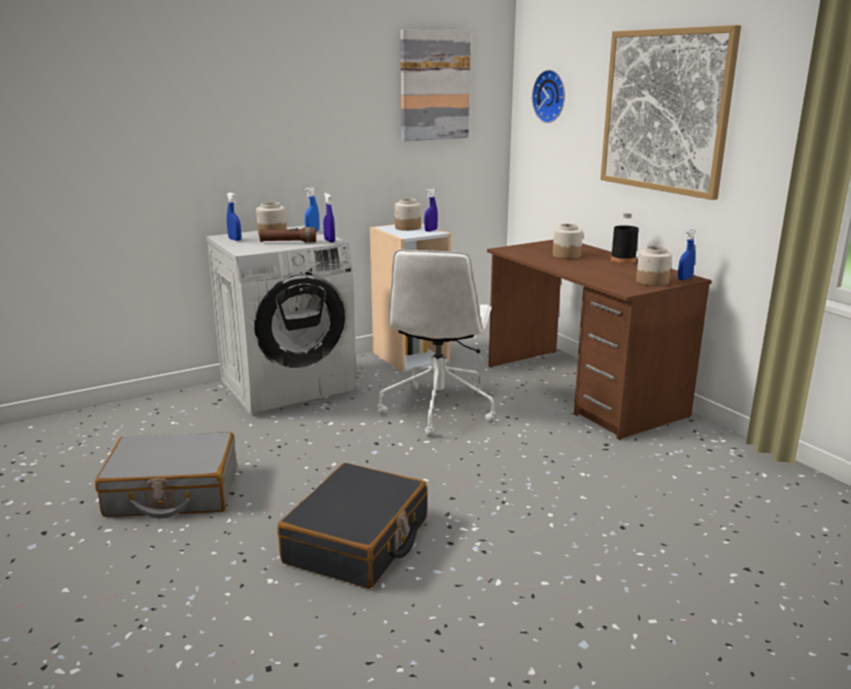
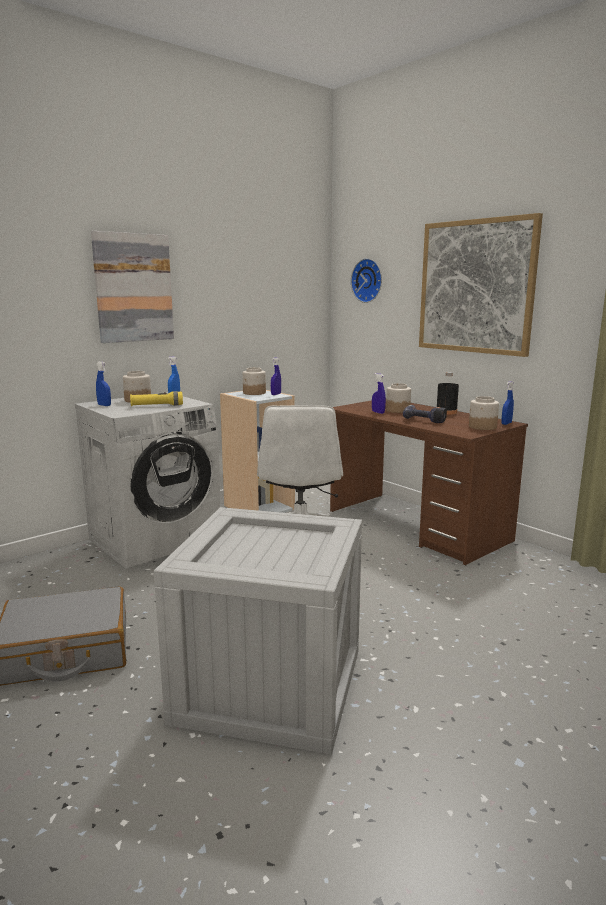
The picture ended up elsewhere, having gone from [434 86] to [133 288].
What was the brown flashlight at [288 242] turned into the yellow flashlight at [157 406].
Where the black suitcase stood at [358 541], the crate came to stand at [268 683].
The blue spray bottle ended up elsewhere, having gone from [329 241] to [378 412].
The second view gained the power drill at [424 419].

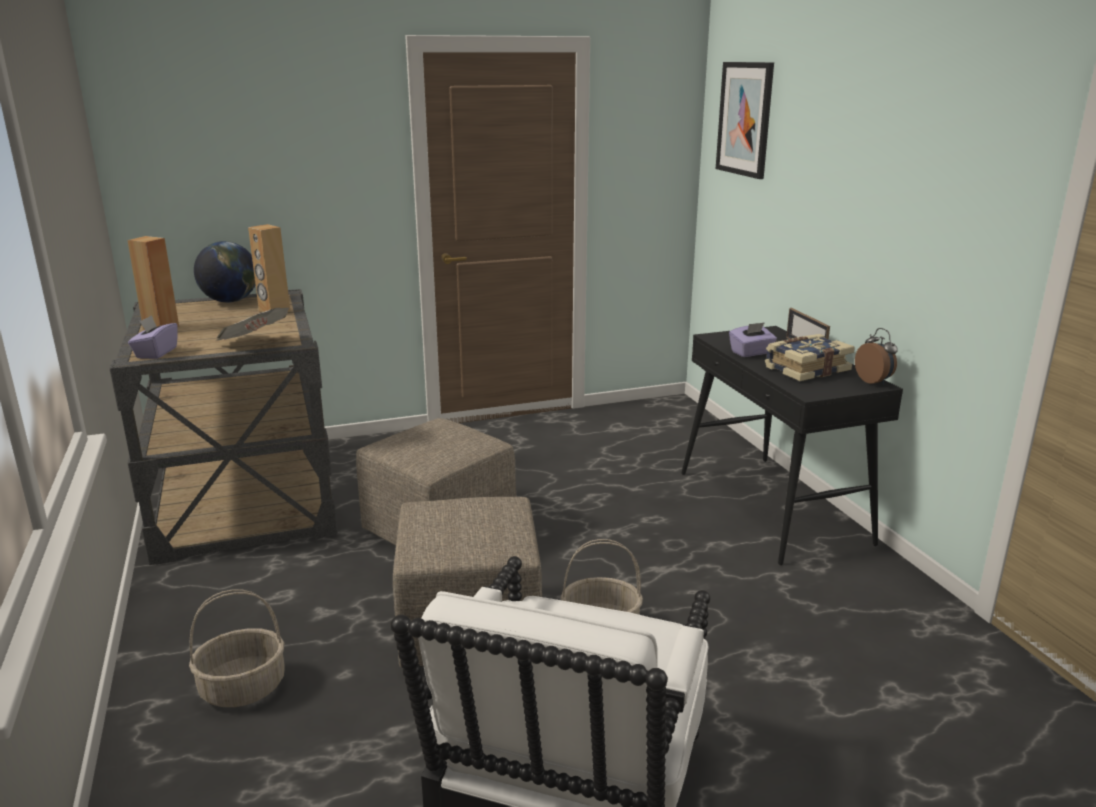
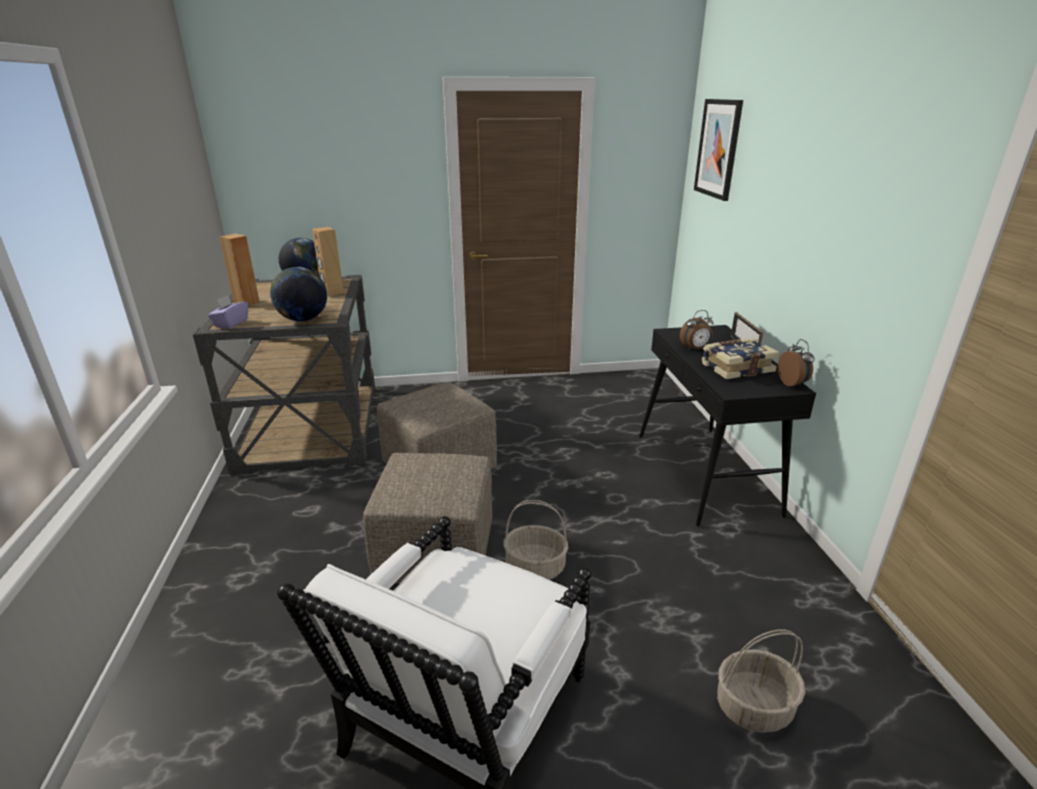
Where the newspaper stood at [255 343], the globe came to stand at [303 320].
Where the purple tissue box stood at [751 353], the alarm clock came to stand at [695 349].
The basket ended up elsewhere, having gone from [244 687] to [754 706].

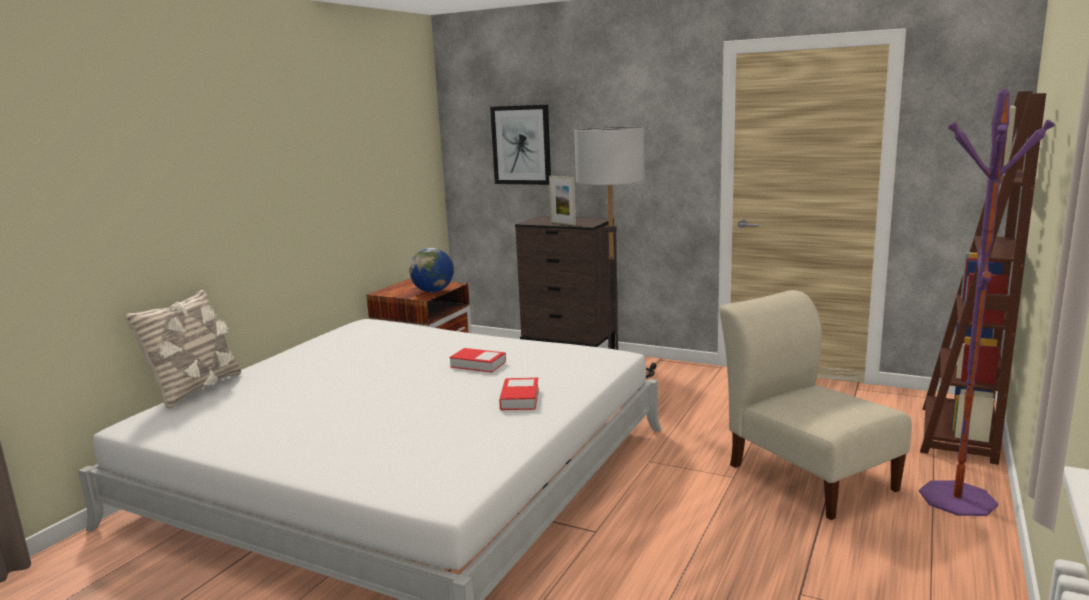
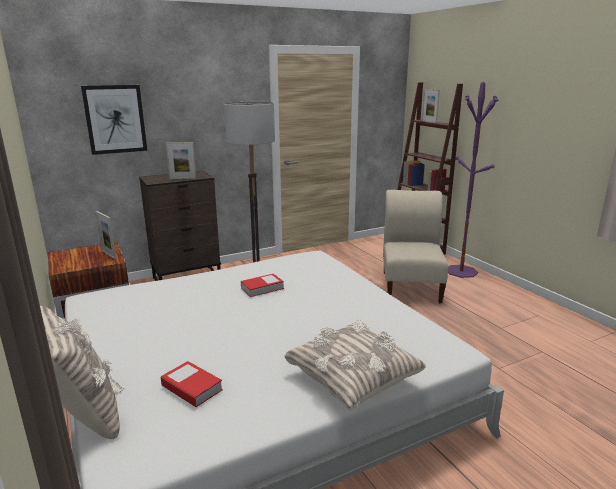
Where the globe stood at [433 291], the picture frame came to stand at [109 255].
The book ended up elsewhere, having gone from [520 399] to [192 388].
The second view gained the beige pillow at [353 379].
The beige chair at [806 474] ended up facing another way, 90 degrees clockwise from before.

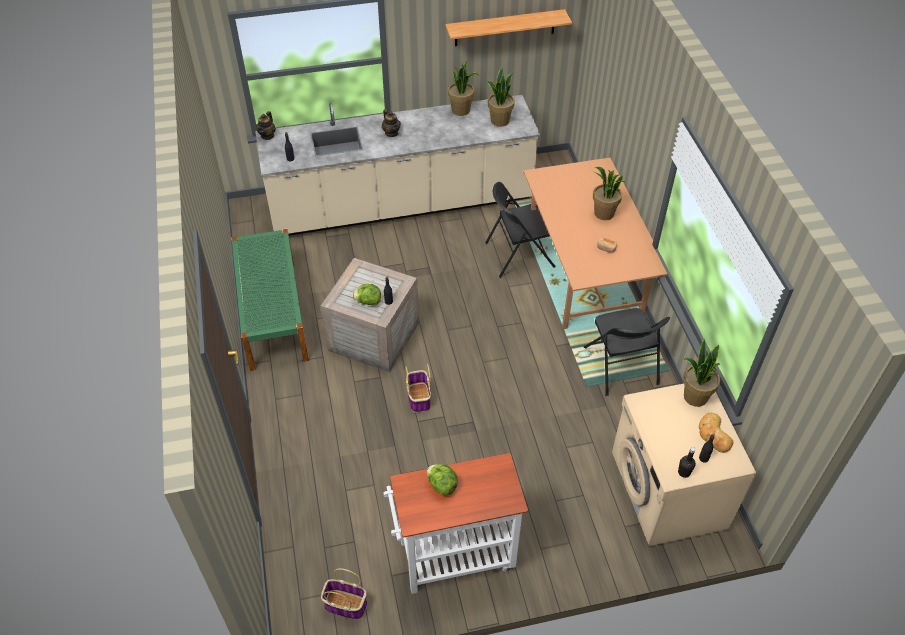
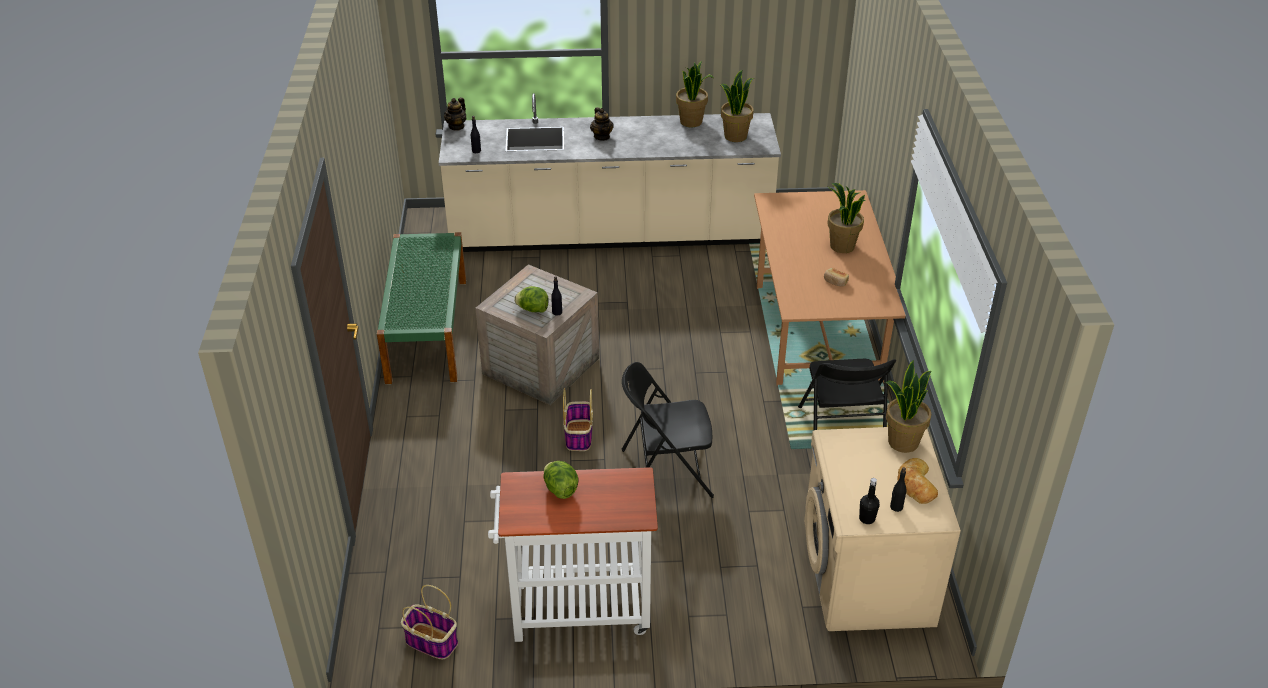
The black chair ended up elsewhere, having gone from [519 254] to [666 472].
The second view lost the shelf at [505 28].

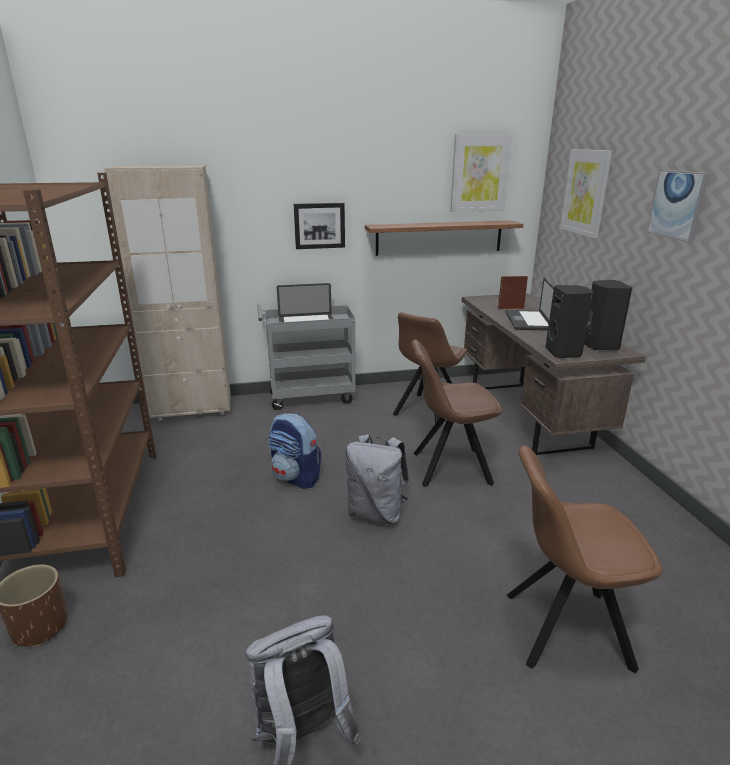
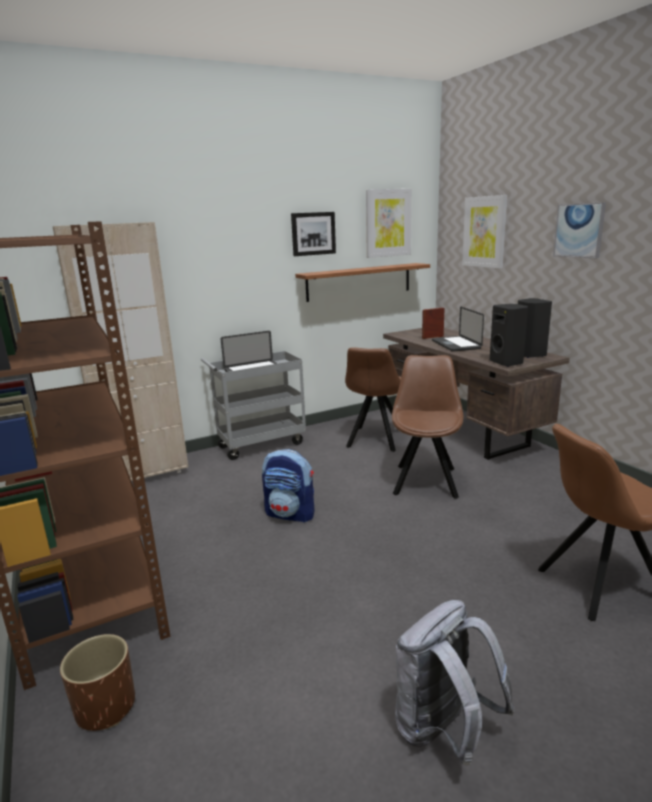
The picture ended up elsewhere, having gone from [319 225] to [313 233].
The brown chair at [450 468] ended up facing another way, 120 degrees clockwise from before.
The second view lost the grey backpack at [376 513].

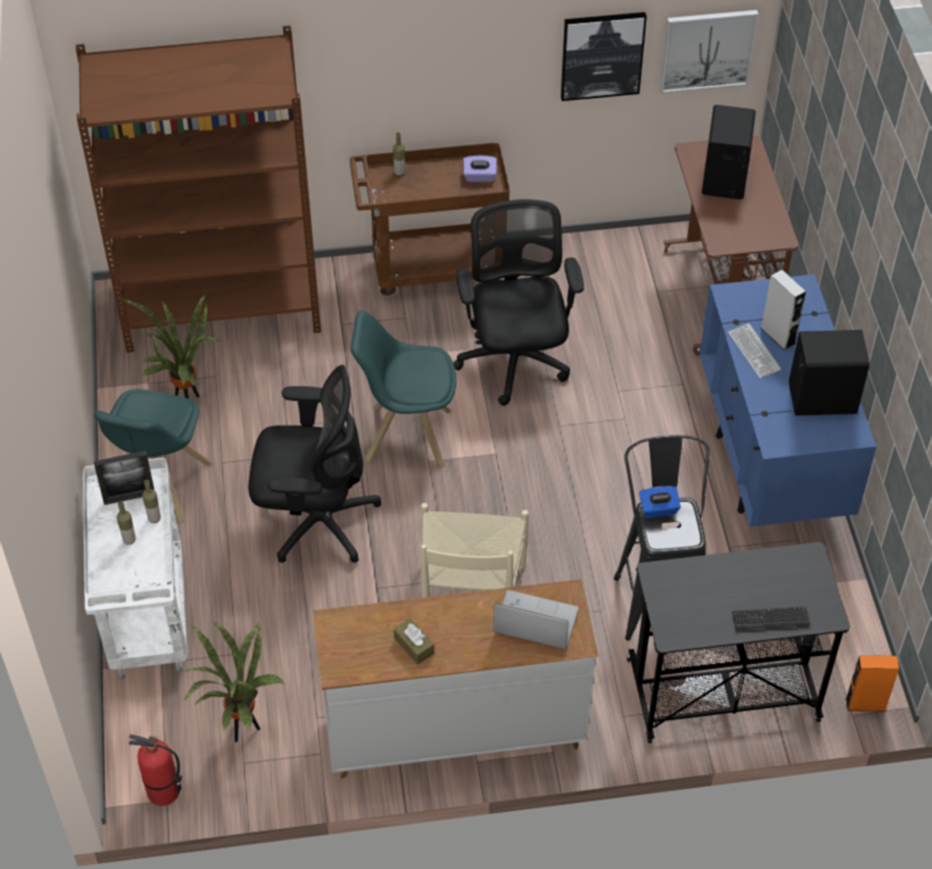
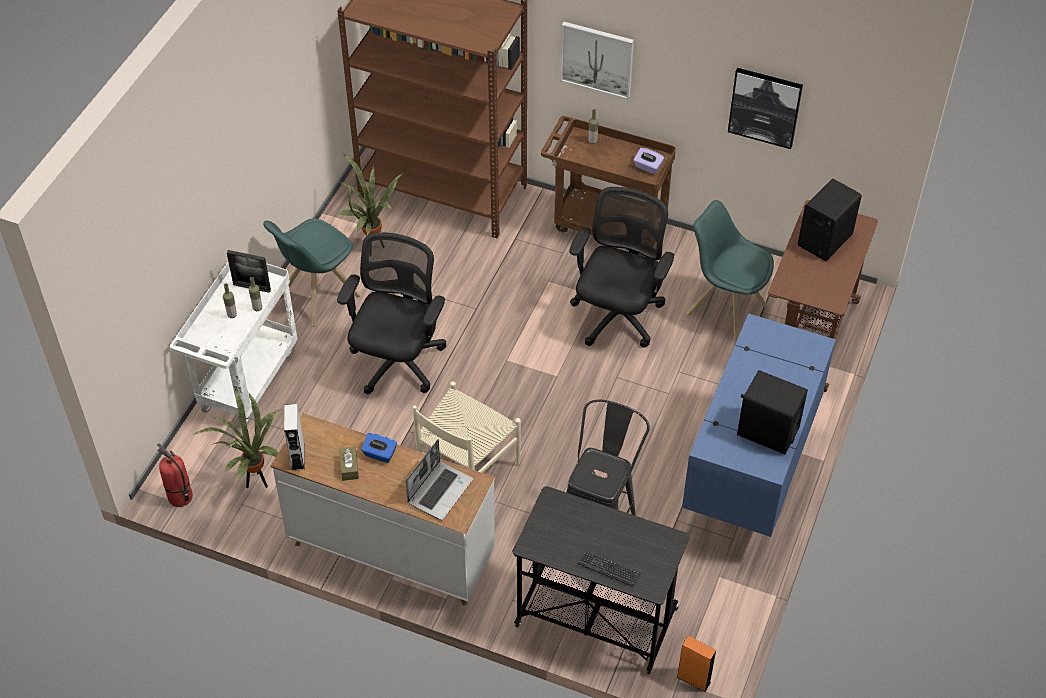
The grey speaker ended up elsewhere, having gone from [778 336] to [297 457].
The black office chair at [312 523] ended up facing another way, 105 degrees counterclockwise from before.
The blue tissue box ended up elsewhere, having gone from [658 510] to [379 454].
The laptop at [534 622] ended up facing another way, 75 degrees clockwise from before.
The picture ended up elsewhere, having gone from [707 50] to [597 59].
The turquoise chair ended up elsewhere, having gone from [407 436] to [725 309].
The second view lost the keyboard at [754 352].

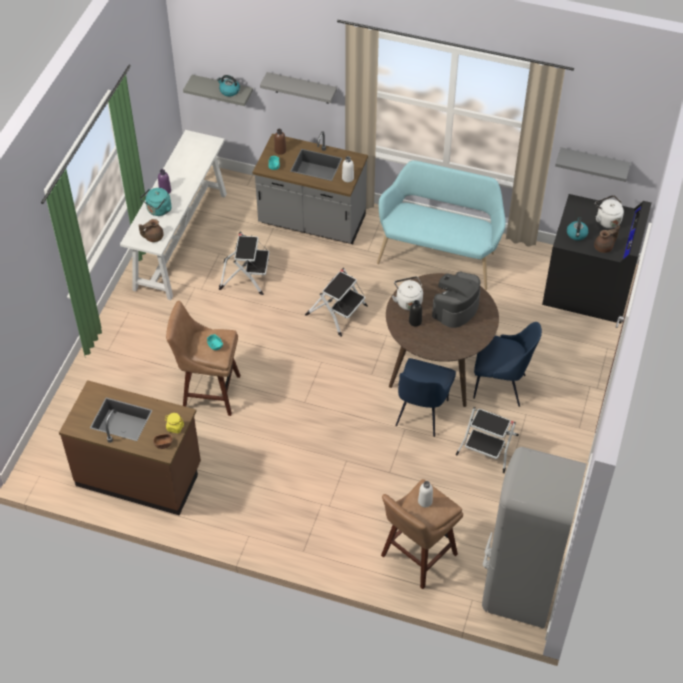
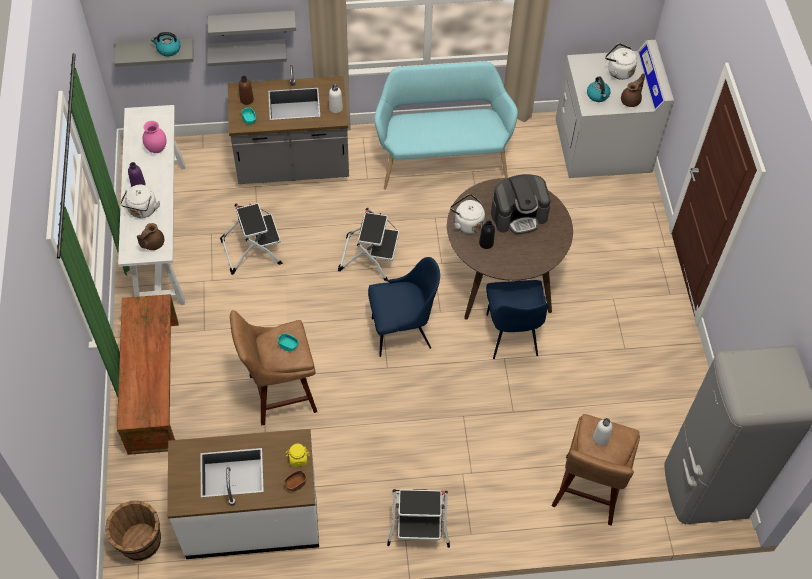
The second view gained the brown bucket at [140 542].
The second view gained the brown bench at [152 385].
What was the turquoise kettle at [158 210] turned into the white kettle at [142 211].
The second view gained the pink vase at [156 149].
What was the brown counter at [139 475] turned into the white counter at [251 518].
The grey shelf ended up elsewhere, having gone from [593 163] to [247 51].
The blue chair ended up elsewhere, having gone from [500 386] to [401 333].
The step ladder ended up elsewhere, having gone from [488 446] to [418 520].
The coffee machine at [455 308] ended up facing another way, 120 degrees counterclockwise from before.
What was the black washing machine at [588 287] turned into the white washing machine at [602 145].

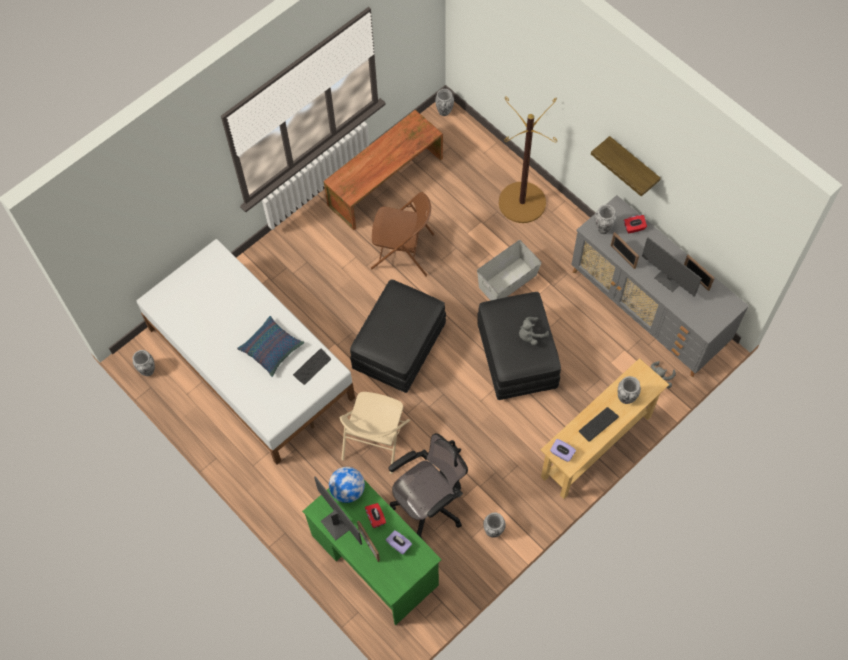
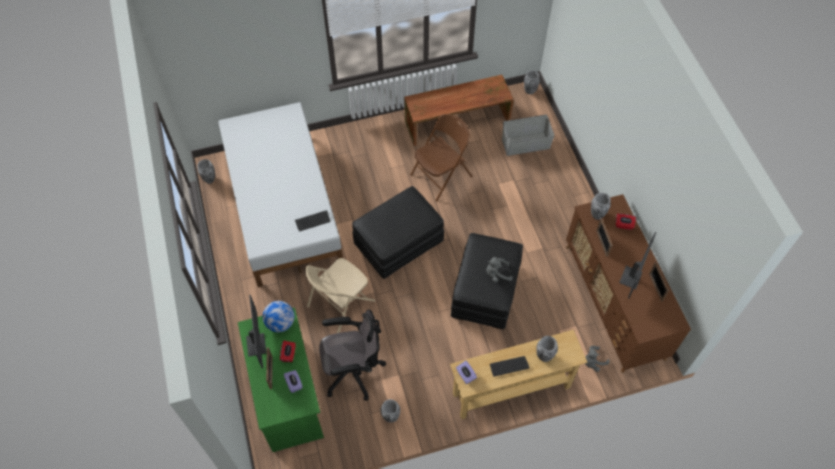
The brown chair at [402 251] ended up facing another way, 75 degrees counterclockwise from before.
The grey storage box ended up elsewhere, having gone from [508 281] to [526 144].
What was the grey dresser at [648 307] turned into the brown dresser at [614 301].
The monitor at [668 279] ended up facing another way, 135 degrees counterclockwise from before.
The second view lost the blue pillow at [271 349].
The second view lost the brown clothes rack at [522 202].
The second view lost the shelf at [633 164].

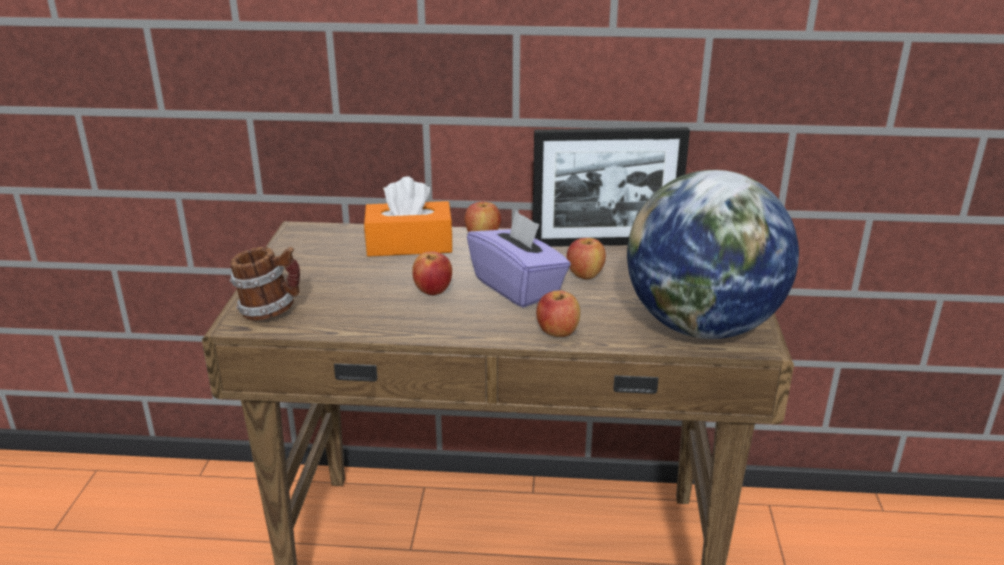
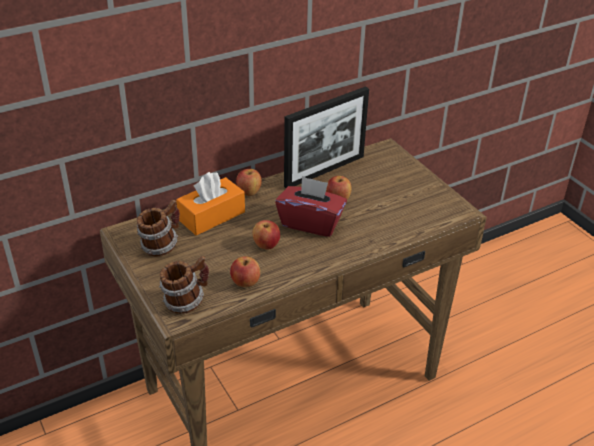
The second view gained the mug at [161 245].
The apple ended up elsewhere, having gone from [557 332] to [245 283].
What was the purple tissue box at [518 287] turned into the red tissue box at [311 223].
The second view lost the globe at [701 327].

